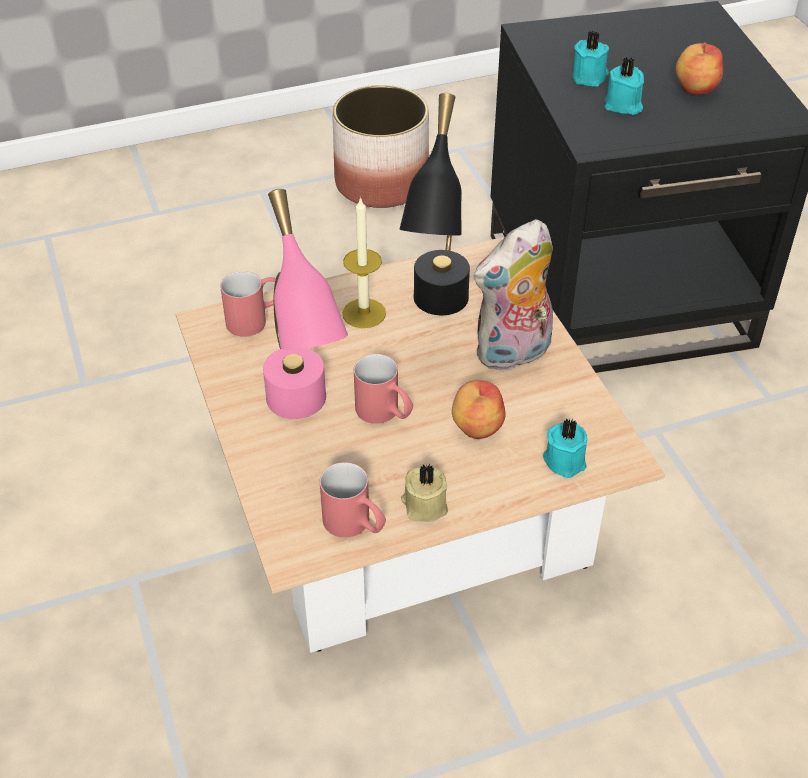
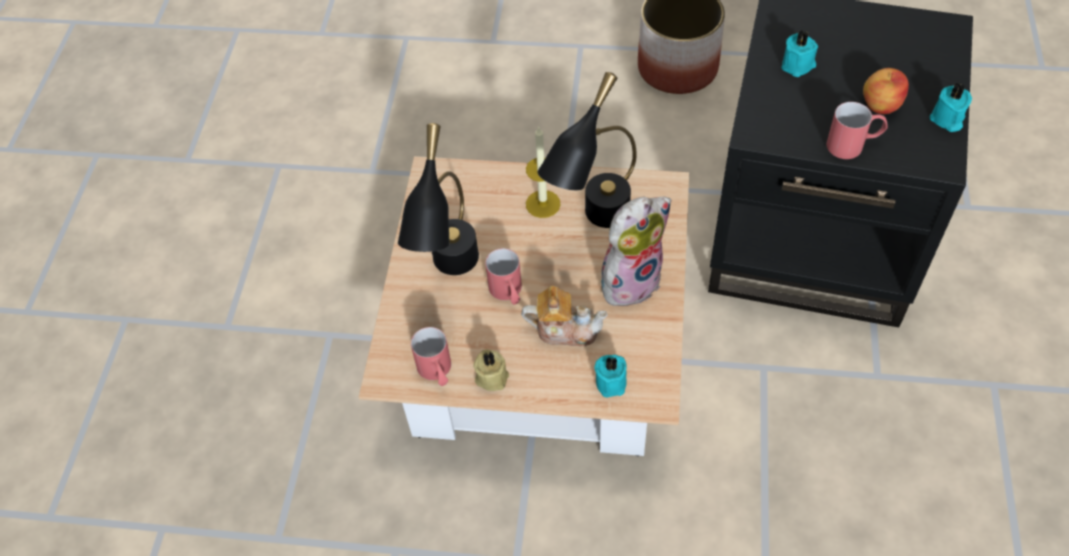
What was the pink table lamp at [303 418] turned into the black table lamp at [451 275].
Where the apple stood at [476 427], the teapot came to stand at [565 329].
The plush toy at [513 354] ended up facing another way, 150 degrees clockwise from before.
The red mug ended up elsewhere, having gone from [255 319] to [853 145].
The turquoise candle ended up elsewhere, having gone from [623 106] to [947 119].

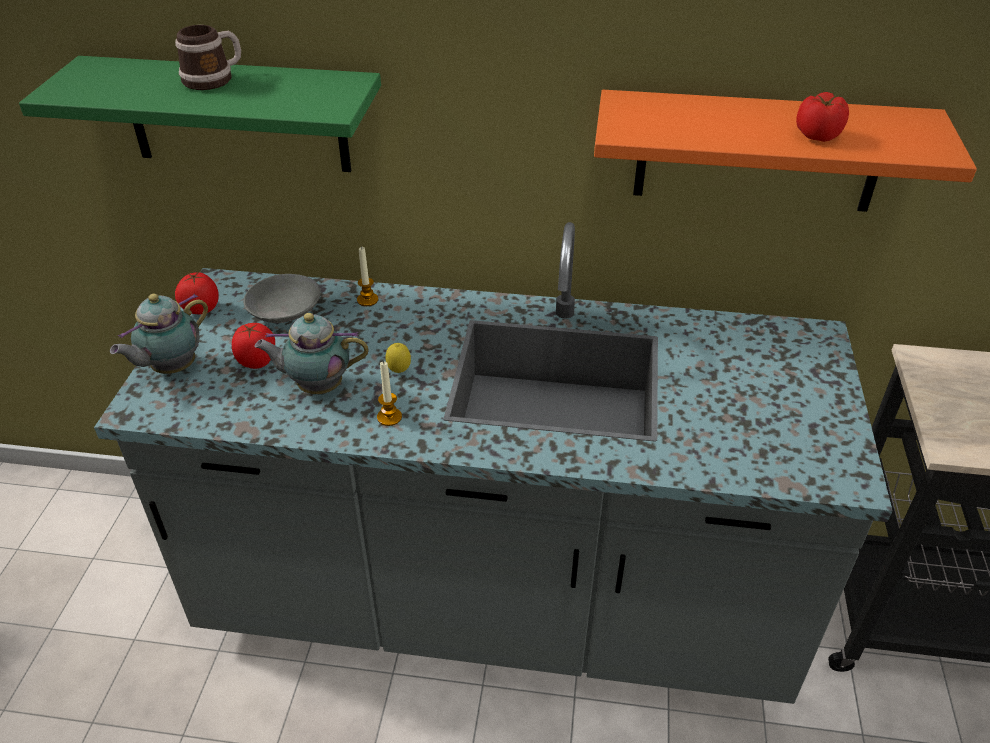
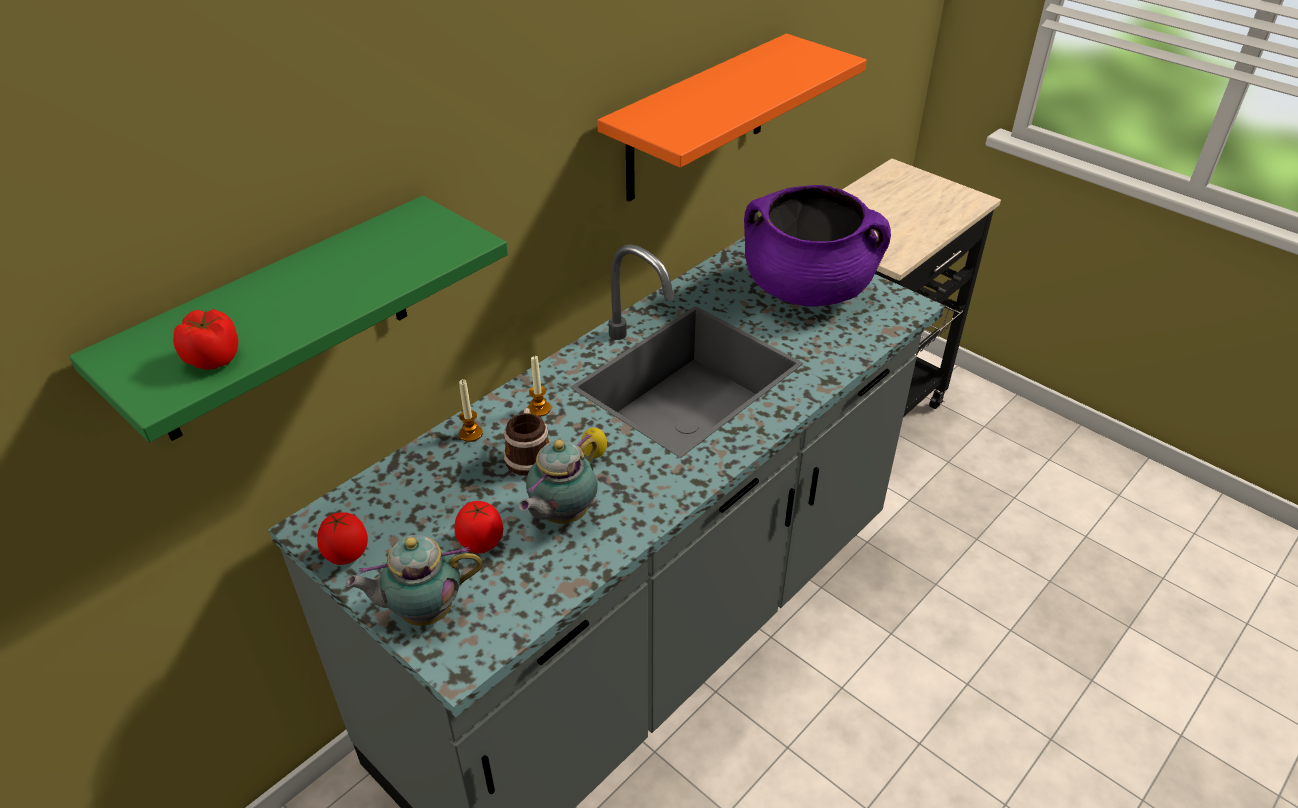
The tomato ended up elsewhere, having gone from [818 135] to [215 358].
The teapot at [171 368] ended up facing another way, 90 degrees clockwise from before.
The mug ended up elsewhere, having gone from [214 79] to [529 455].
The candle ended up elsewhere, having gone from [389 417] to [539 409].
The second view gained the purple cooking pot at [808 290].
The second view lost the grey bowl at [283 311].

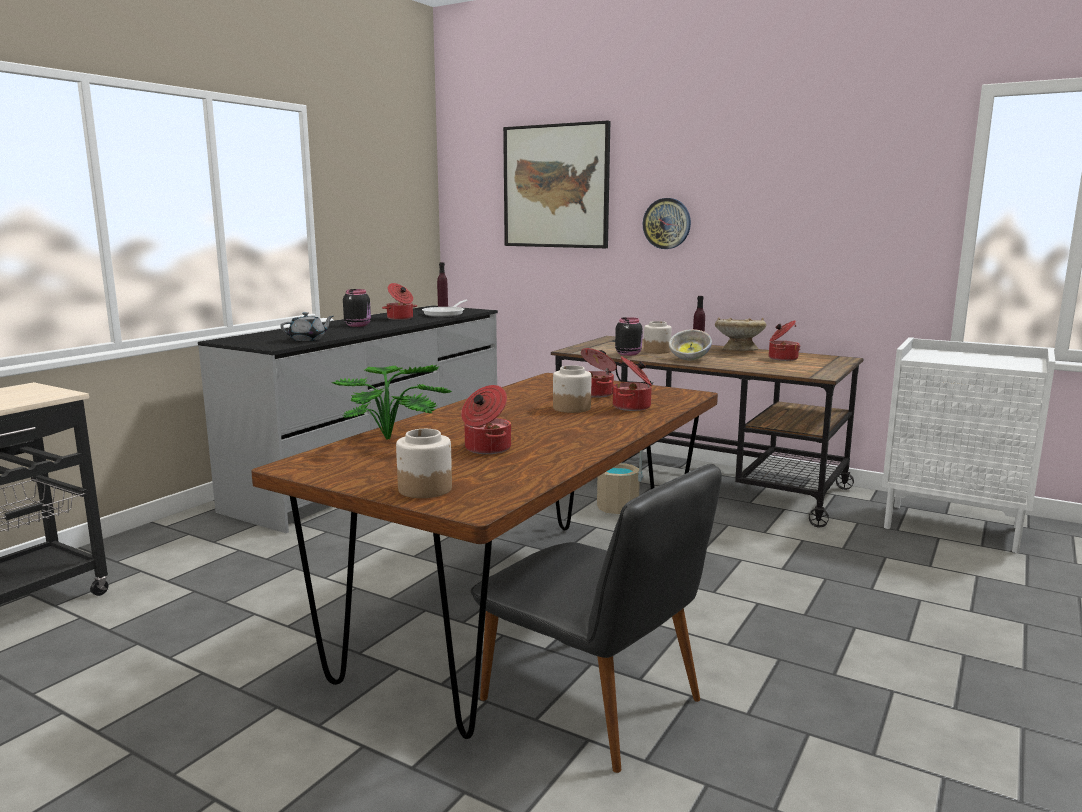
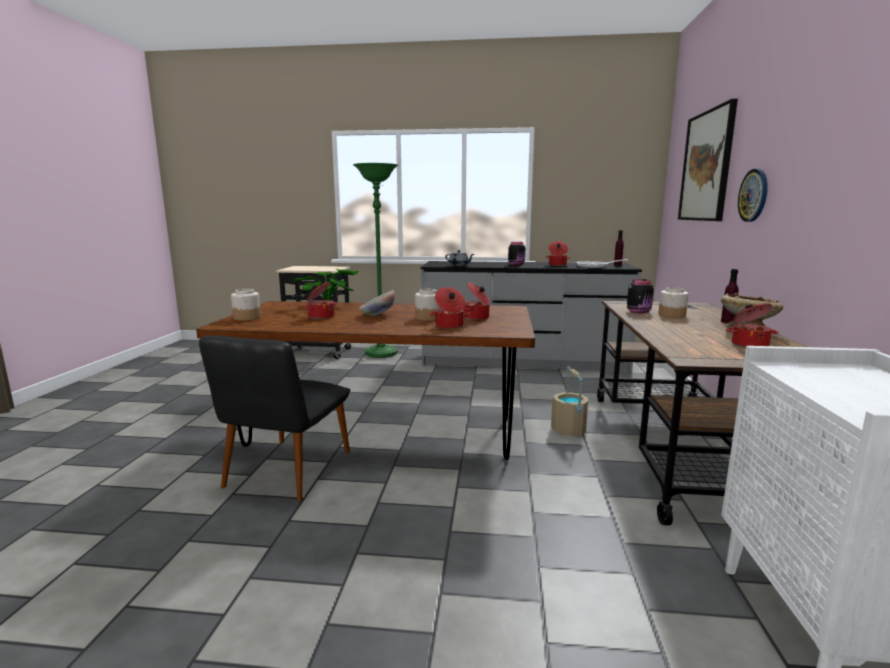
The second view gained the green floor lamp at [381 353].
The bowl ended up elsewhere, having gone from [690 359] to [377 315].

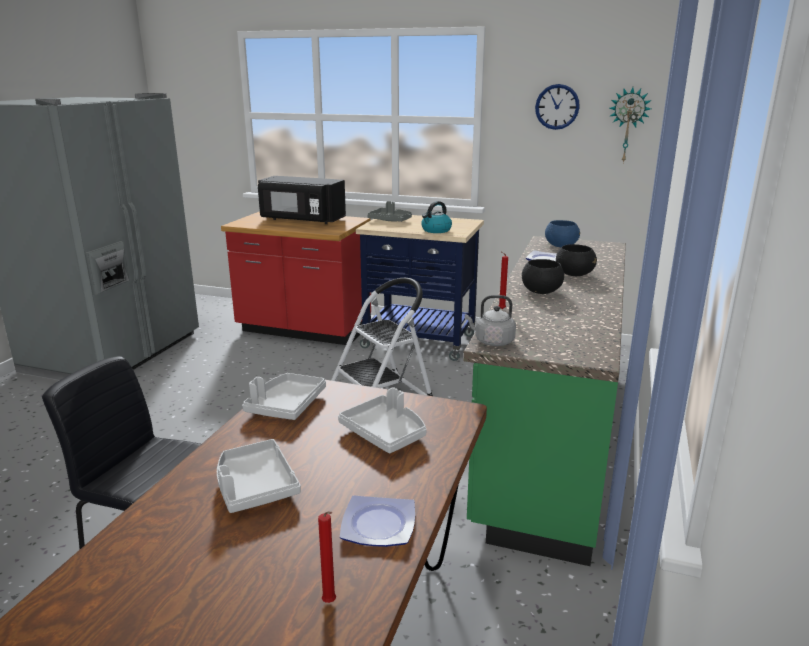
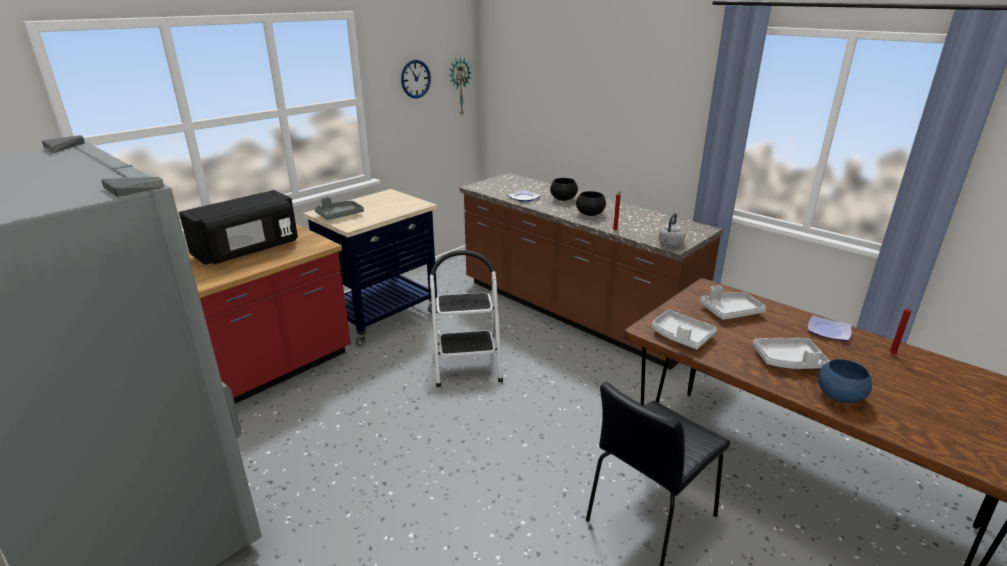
What was the green counter at [549 437] turned into the brown counter at [572 313].
The blue bowl ended up elsewhere, having gone from [560 246] to [838 396].
The second view lost the kettle at [436 230].

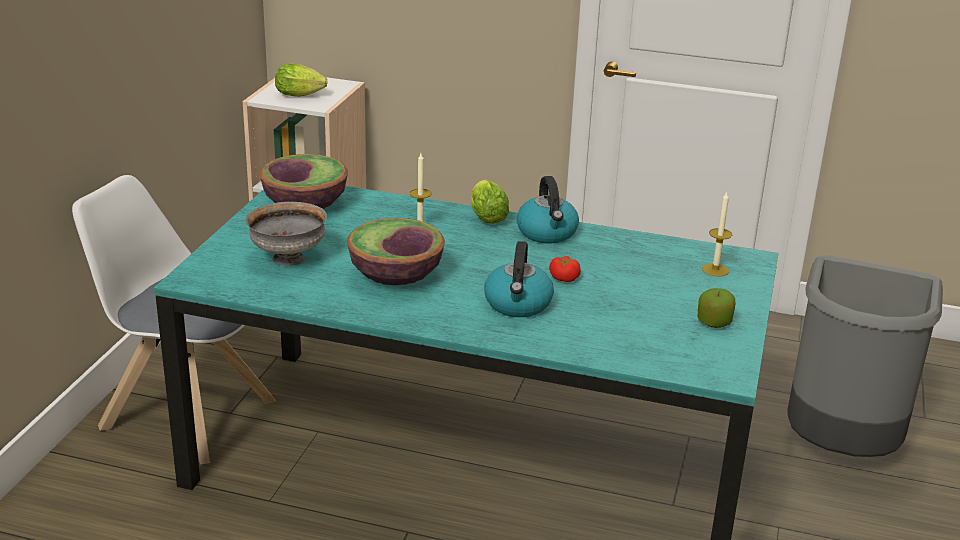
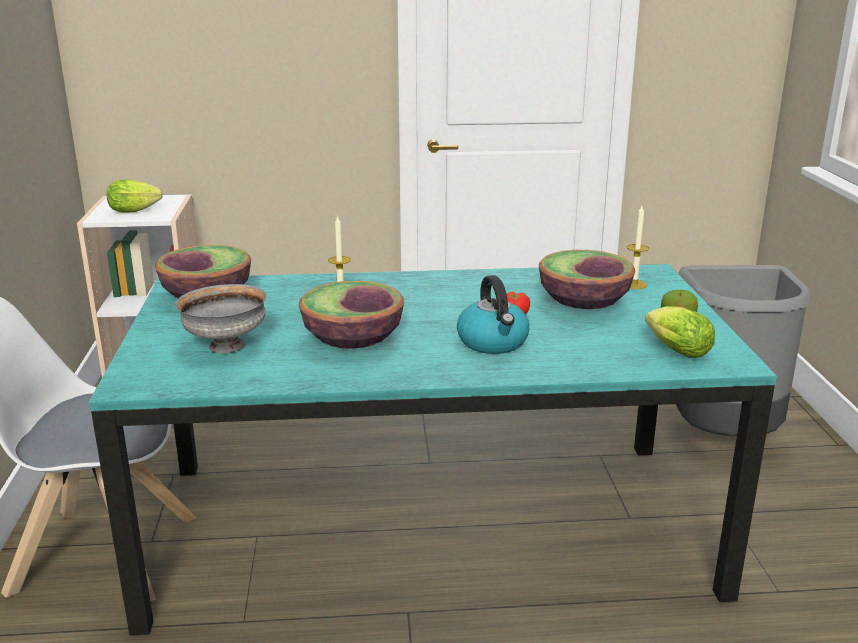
The second view gained the bowl at [583 304].
The lettuce ended up elsewhere, having gone from [486 216] to [674 350].
The second view lost the kettle at [547 233].

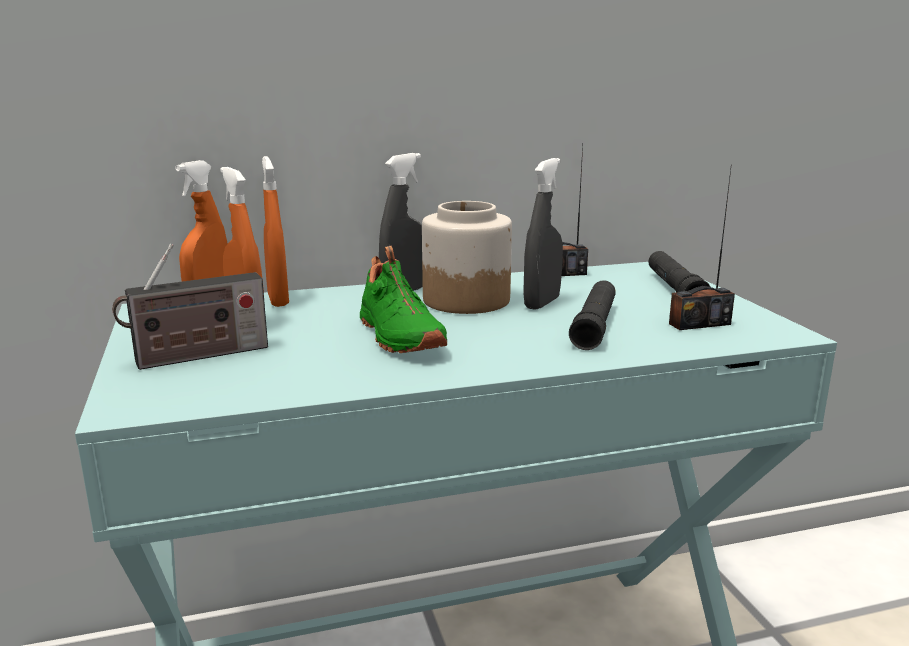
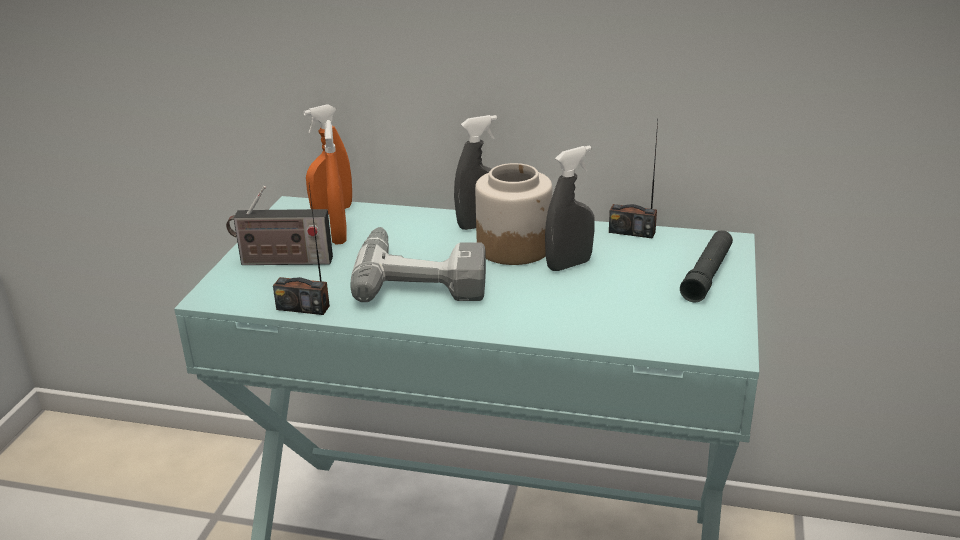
The radio ended up elsewhere, having gone from [699 324] to [303 307].
Where the green shoe stood at [397 337], the power drill came to stand at [421 275].
The second view lost the orange spray bottle at [278 300].
The second view lost the black flashlight at [594 326].

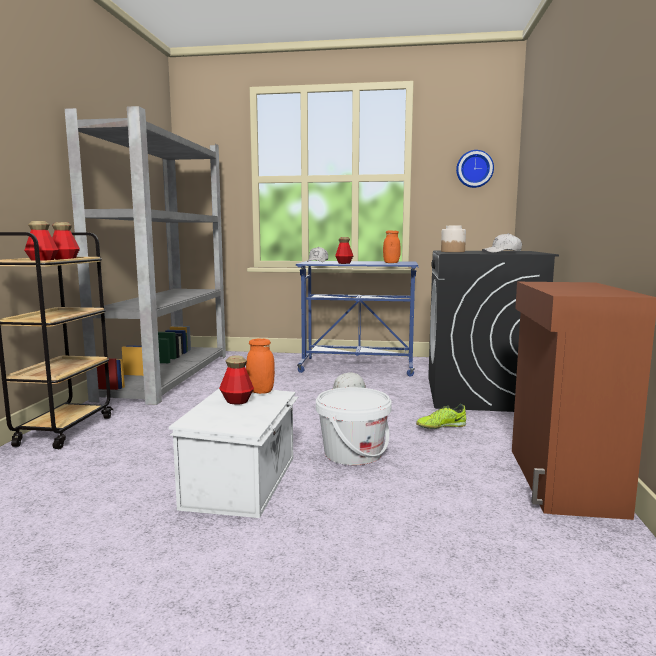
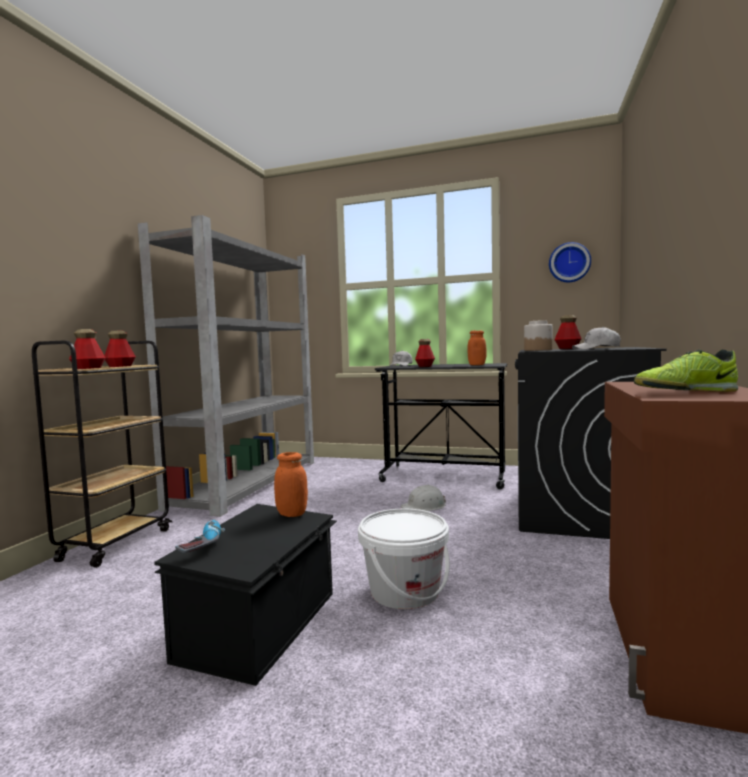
What was the white storage box at [243 481] turned into the black storage box at [262 624].
The second view gained the power drill at [202 544].
What was the blue desk at [357 366] turned into the black desk at [444 476].
The bottle ended up elsewhere, having gone from [237 401] to [567 349].
The shoe ended up elsewhere, having gone from [441 427] to [684 392].

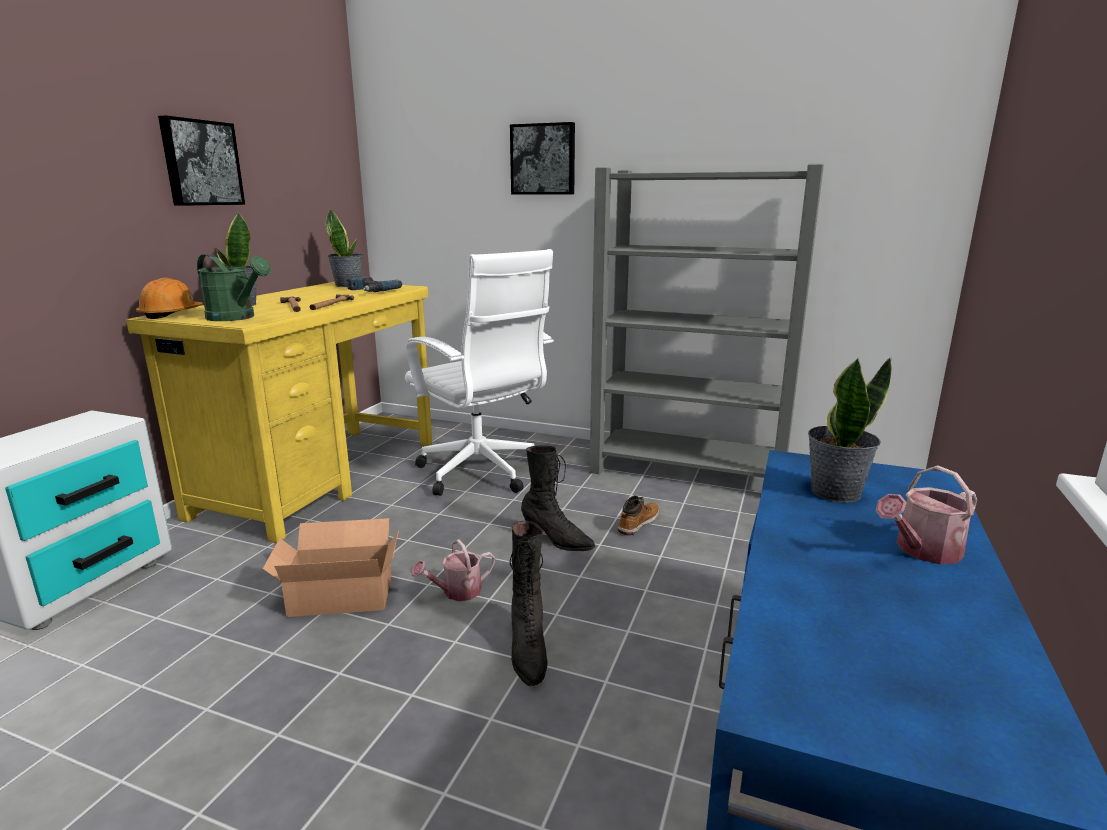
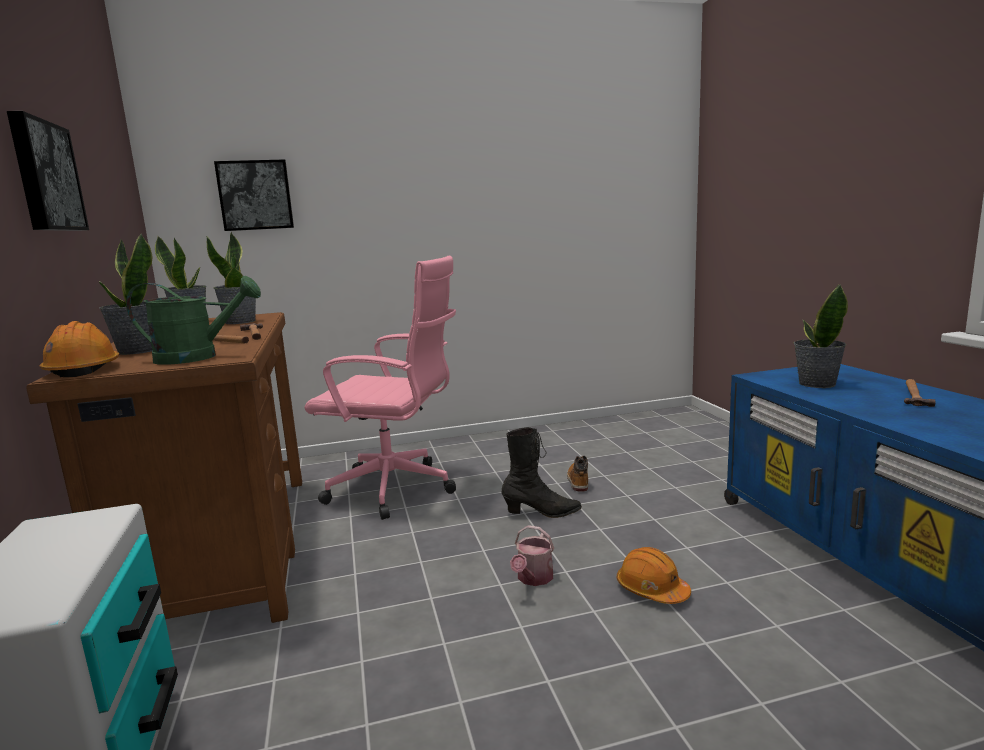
What was the yellow desk at [321 476] turned into the brown desk at [226 547].
Where the power drill stood at [369 291], the potted plant came to stand at [241 322].
The picture ended up elsewhere, having gone from [543 159] to [255 195].
What was the white office chair at [482 474] turned into the pink office chair at [397 490].
Where the black boot stood at [528 650], the orange hard hat came to stand at [651 590].
Where the watering can stood at [922 551], the hammer came to stand at [915 395].
The second view lost the cardboard box at [339 593].
The second view lost the grey bookcase at [688 470].

